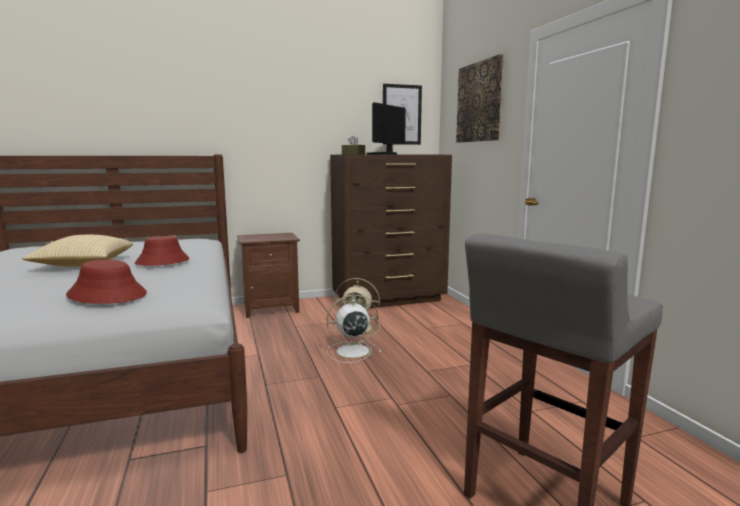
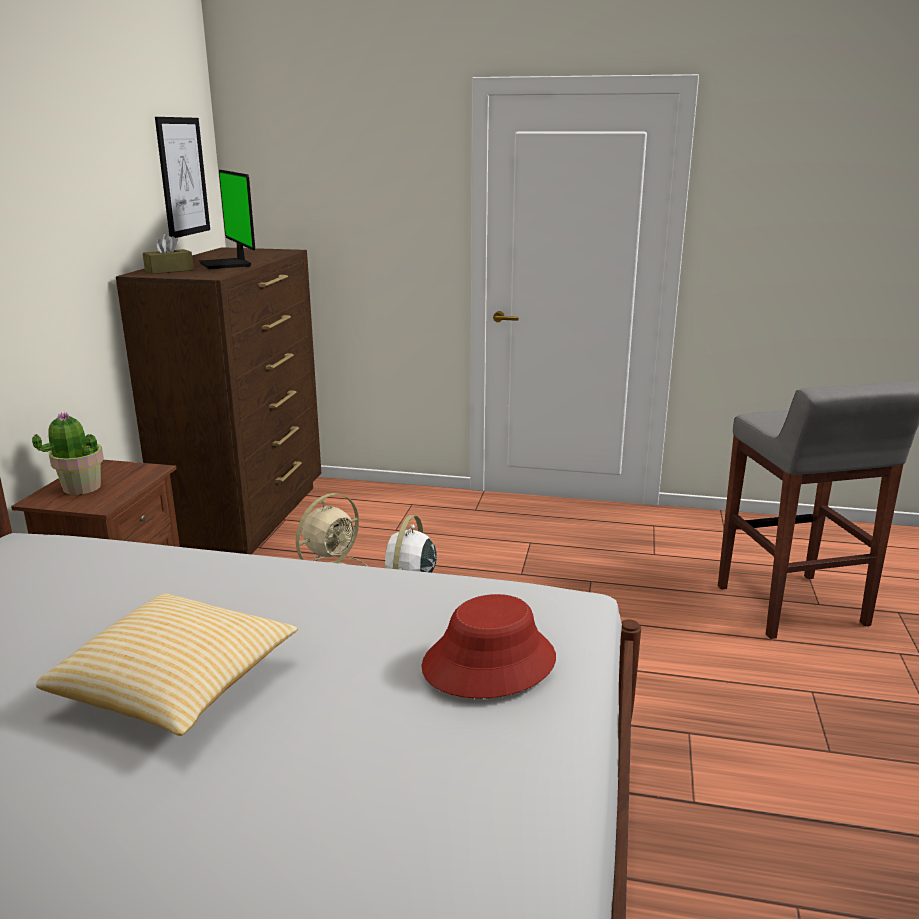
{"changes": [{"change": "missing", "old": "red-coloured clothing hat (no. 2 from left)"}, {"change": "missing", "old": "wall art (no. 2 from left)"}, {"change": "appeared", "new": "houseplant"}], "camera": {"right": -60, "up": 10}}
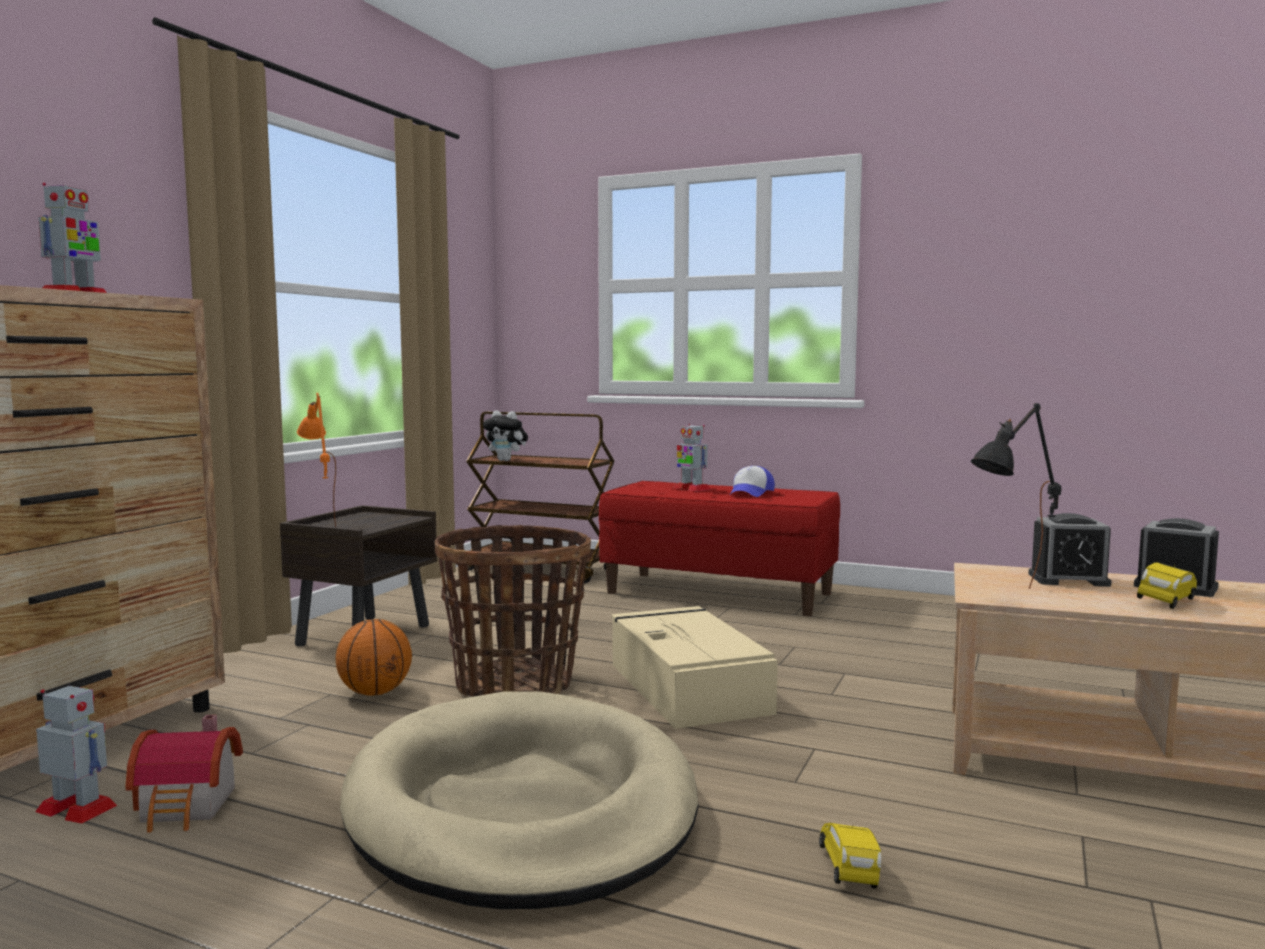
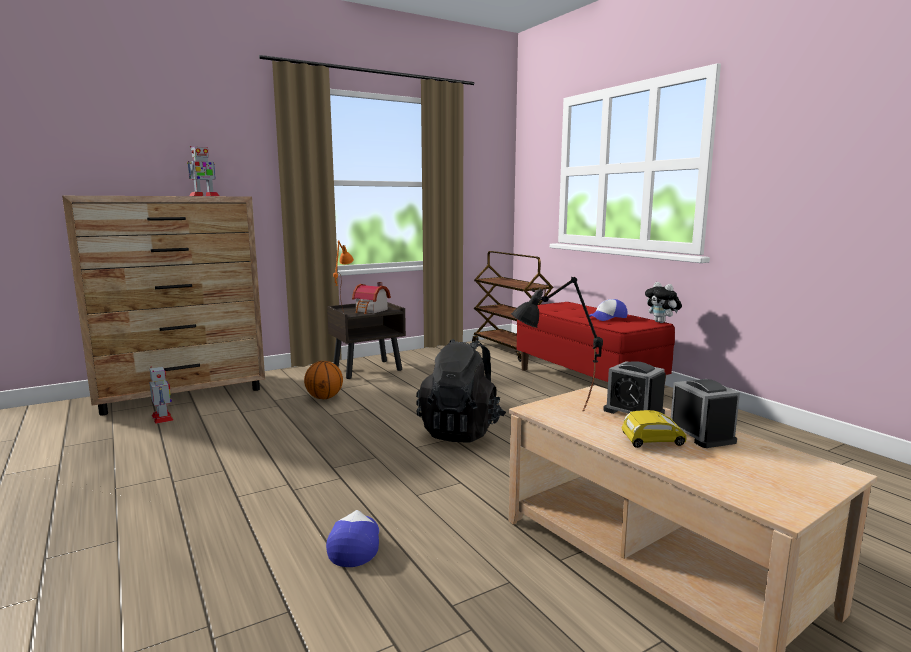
{"changes": [{"change": "relocated", "old": "model house"}, {"change": "missing", "old": "sand-coloured pet bed"}, {"change": "missing", "old": "basket"}, {"change": "relocated", "old": "cuddly toy"}, {"change": "exchanged", "old": "sand-coloured storage bin", "new": "blackish knapsack"}, {"change": "missing", "old": "model robot (no. 3 from left)"}, {"change": "exchanged", "old": "yellow-coloured model car (no. 1 from left)", "new": "cap (no. 1 from left)"}], "camera": {"right": 35, "up": 5}}
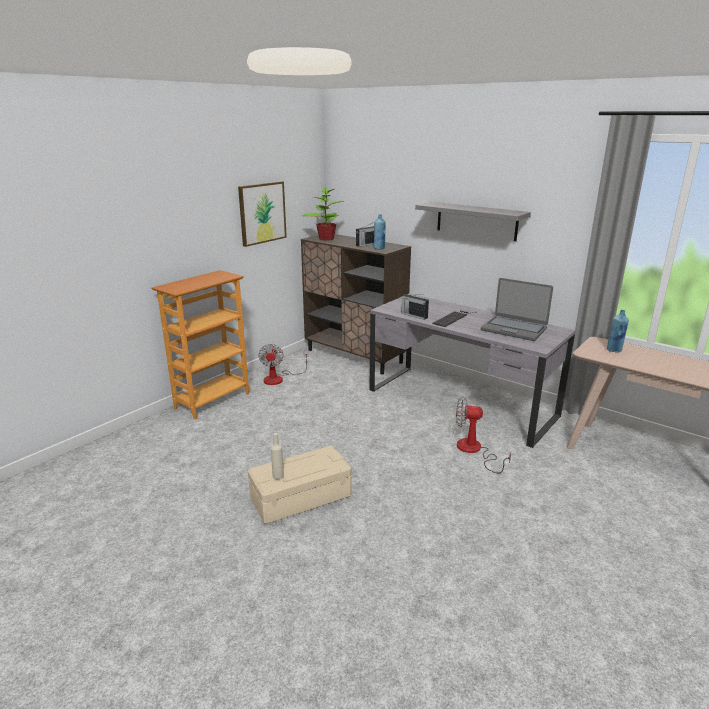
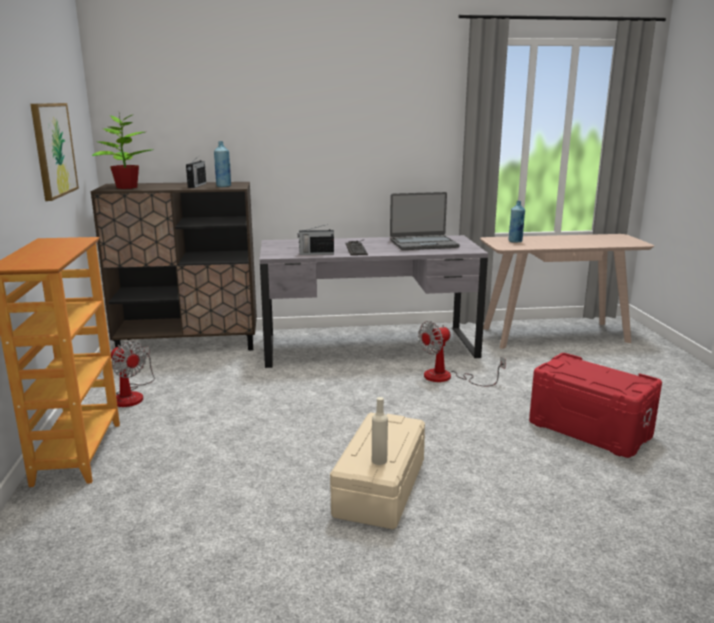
{"changes": [{"change": "missing", "old": "gray shelf"}, {"change": "appeared", "new": "red-coloured storage bin"}], "camera": {"right": -45, "up": -5}}
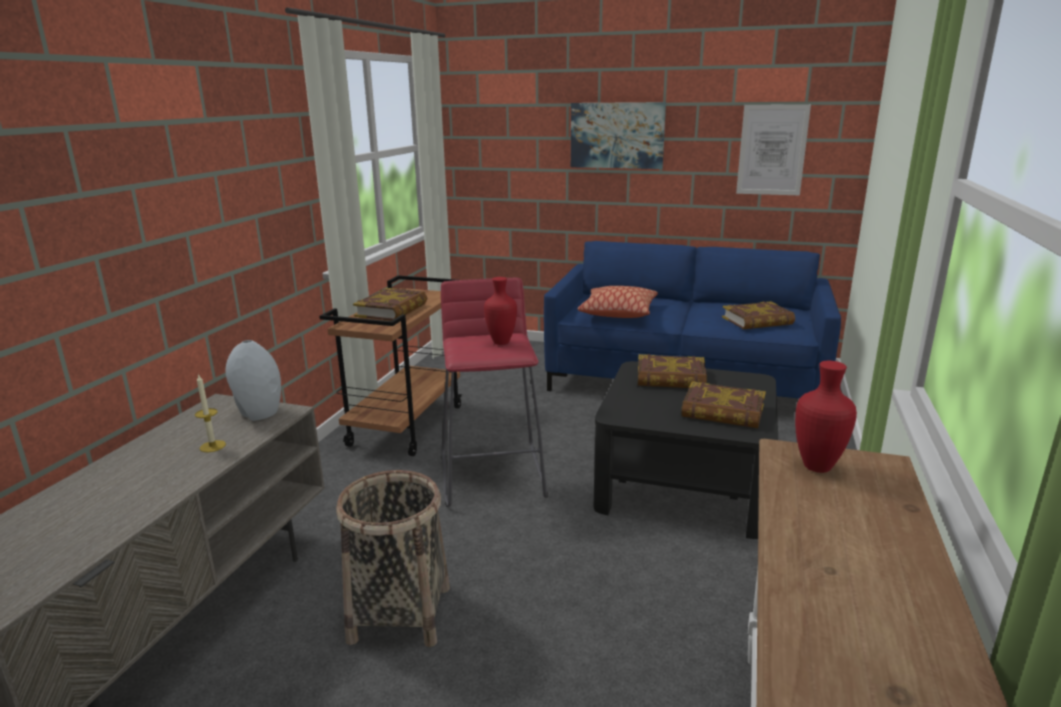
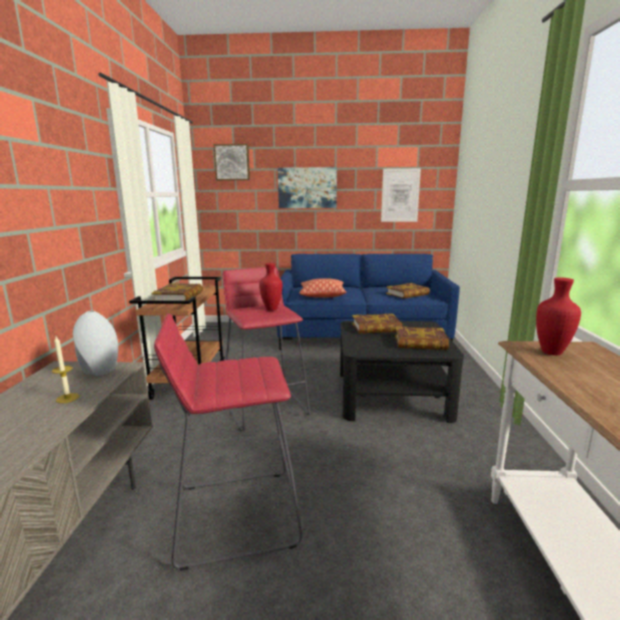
{"changes": [{"change": "exchanged", "old": "basket", "new": "red-coloured sitting stool (no. 1 from left)"}, {"change": "appeared", "new": "wall art (no. 1 from left)"}], "camera": {"right": -15, "up": -5}}
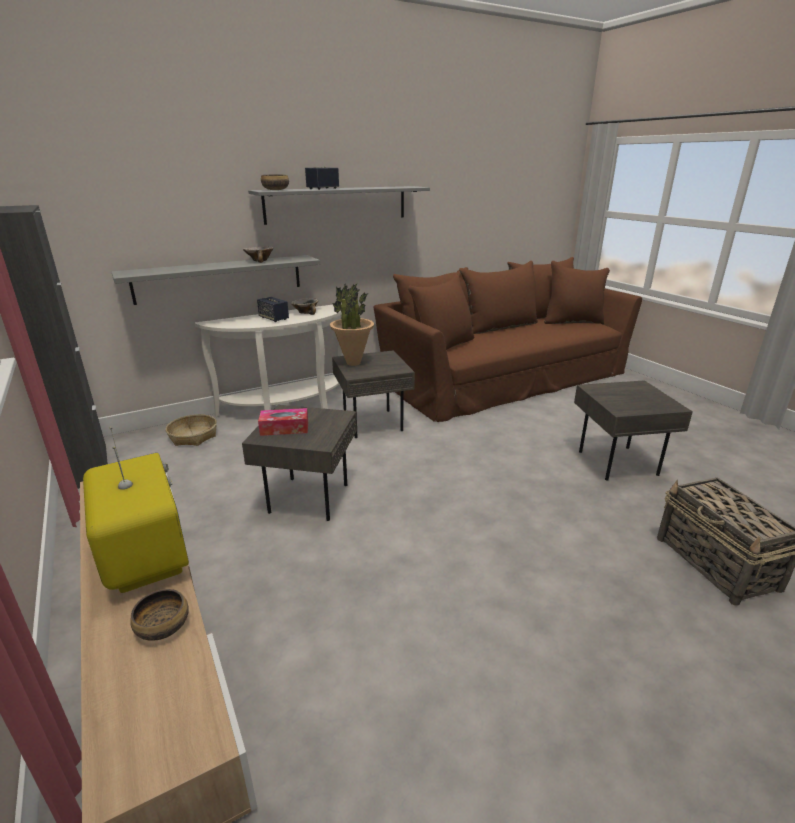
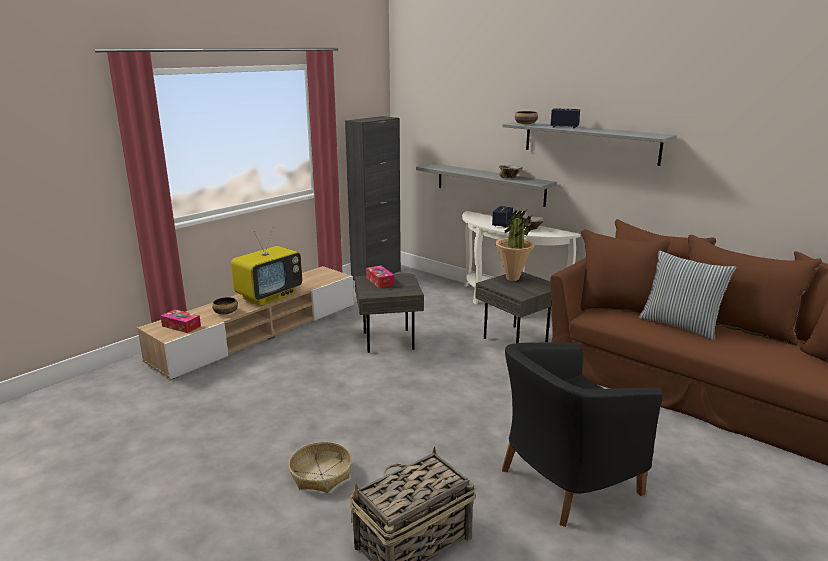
{"changes": [{"change": "relocated", "old": "basket (no. 1 from left)"}, {"change": "exchanged", "old": "gray side table (no. 3 from left)", "new": "blackish lounge chair"}, {"change": "appeared", "new": "tissue box (no. 1 from left)"}, {"change": "appeared", "new": "throw pillow"}], "camera": {"right": 70, "up": -5}}
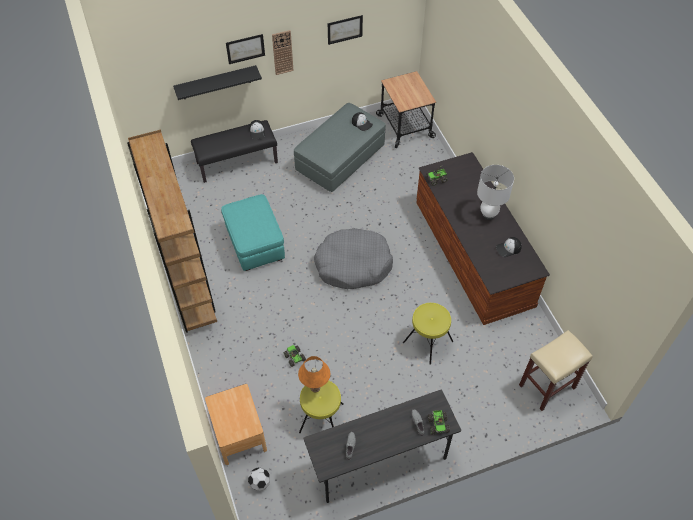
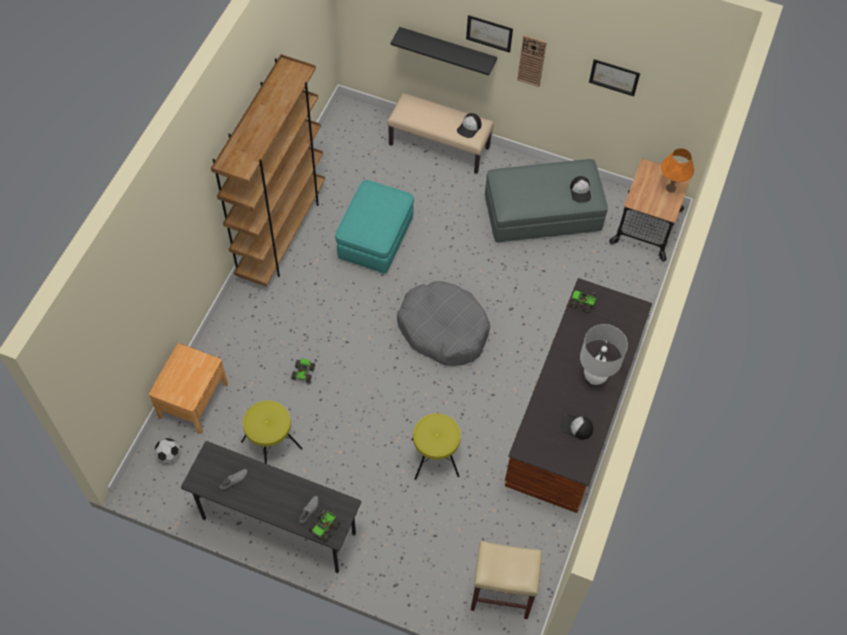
{"changes": [{"change": "colour", "old": "blackish bench", "new": "sand-coloured bench"}, {"change": "relocated", "old": "orange-coloured tabletop lamp"}], "camera": {"right": 40, "up": 5}}
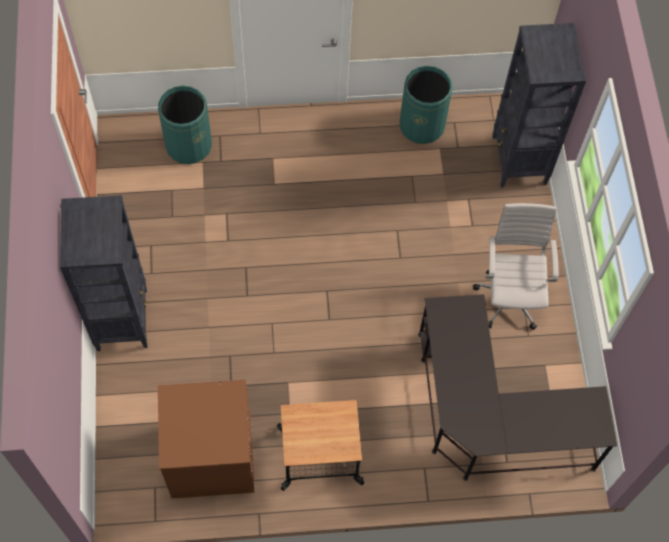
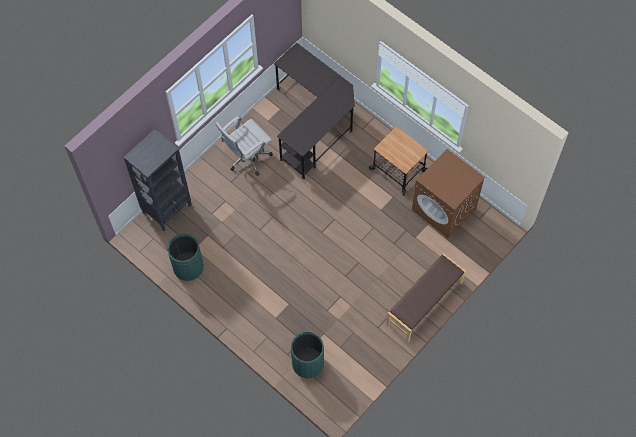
{"changes": [{"change": "exchanged", "old": "blackish shelving unit (no. 1 from left)", "new": "brownish bench"}], "camera": {"right": -130, "up": 0}}
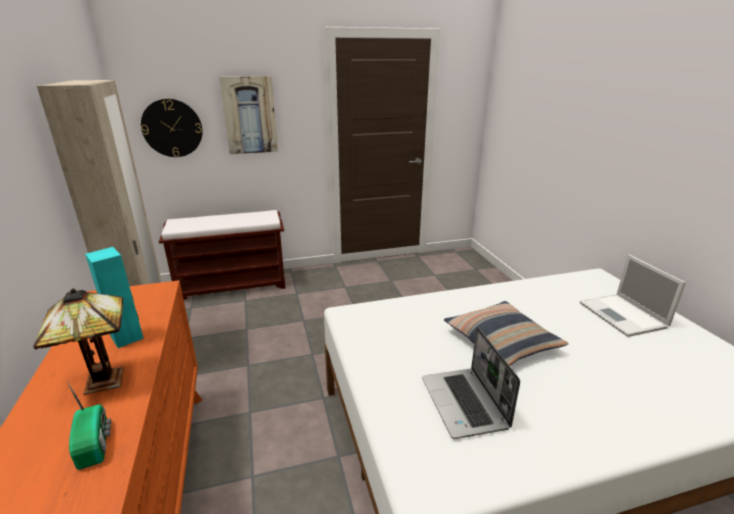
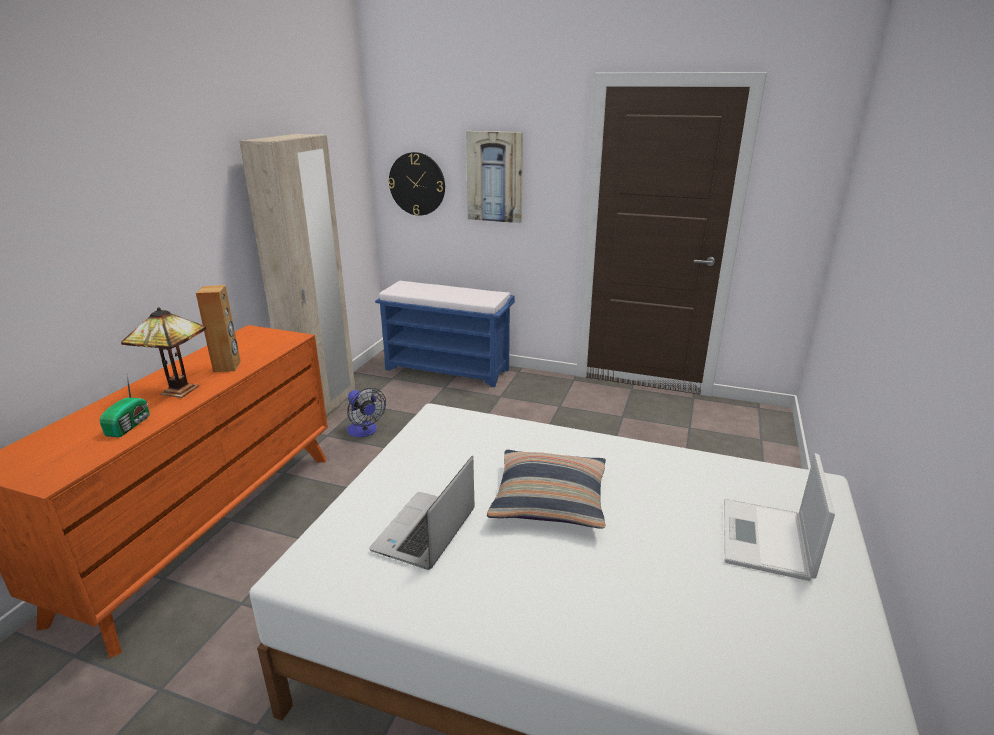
{"changes": [{"change": "colour", "old": "turquoise-coloured loudspeaker", "new": "brownish loudspeaker"}, {"change": "colour", "old": "brownish bench", "new": "blue-coloured bench"}, {"change": "appeared", "new": "cooling fan"}], "camera": {"right": 35, "up": 0}}
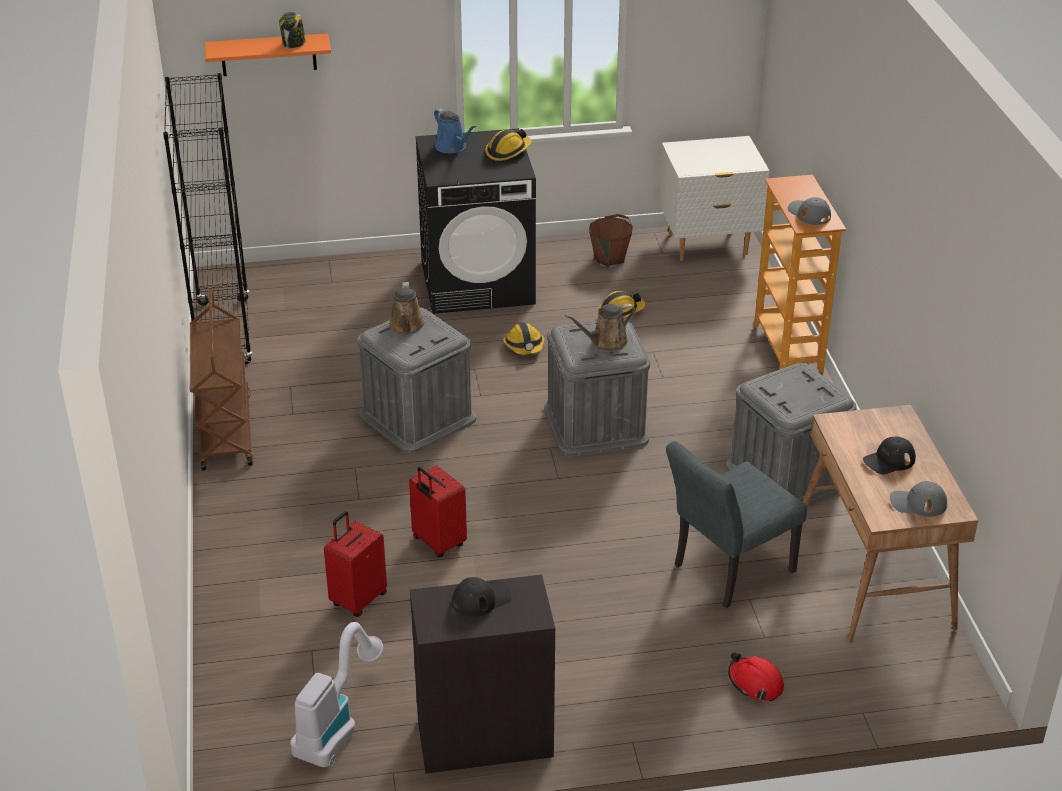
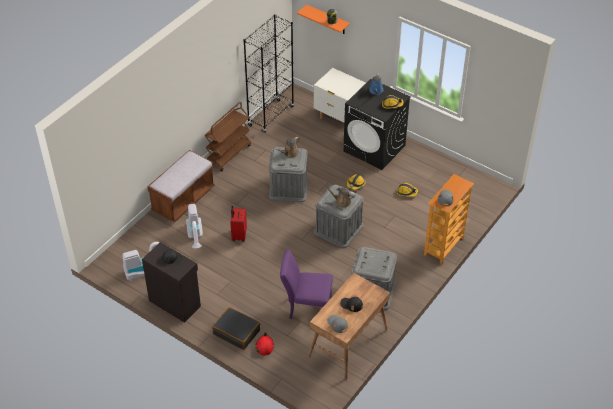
{"changes": [{"change": "exchanged", "old": "red-coloured suitcase (no. 1 from left)", "new": "vacuum (no. 2 from left)"}, {"change": "missing", "old": "brownish bucket"}, {"change": "relocated", "old": "white night table"}, {"change": "colour", "old": "gray plain chair", "new": "purple-coloured plain chair"}, {"change": "appeared", "new": "brownish bench"}, {"change": "appeared", "new": "blackish suitcase"}], "camera": {"right": 45, "up": 10}}
